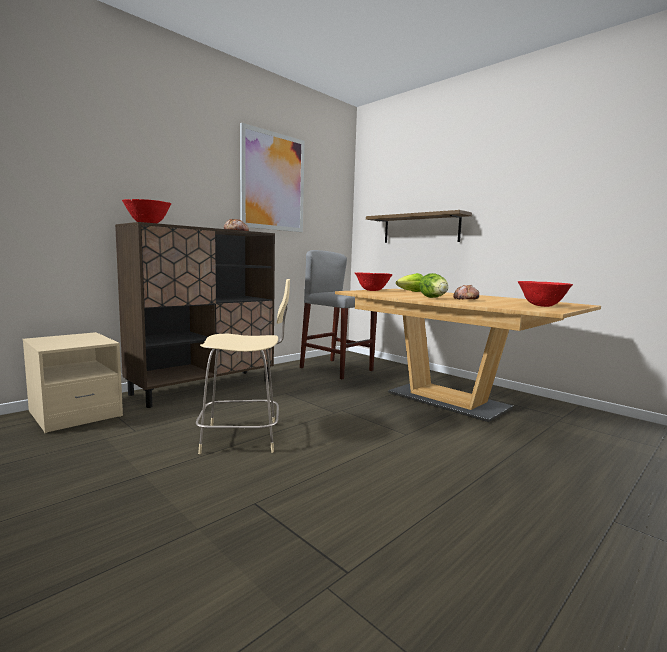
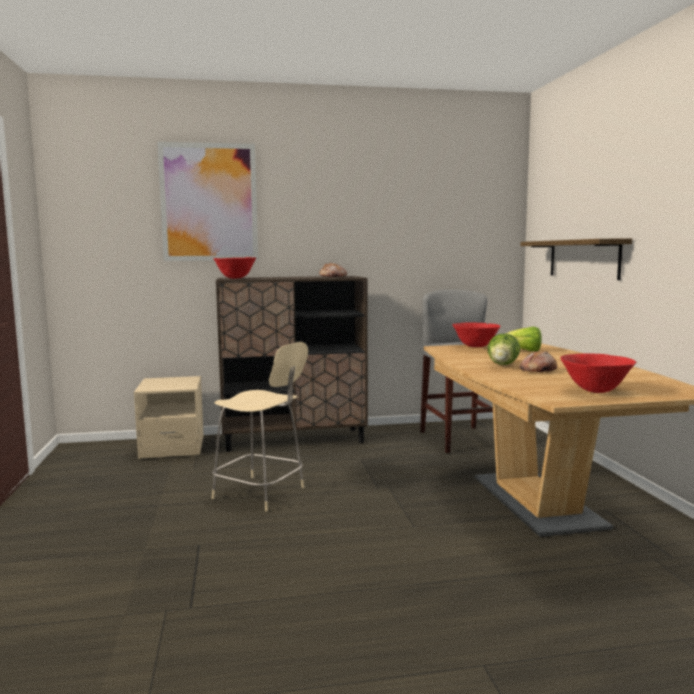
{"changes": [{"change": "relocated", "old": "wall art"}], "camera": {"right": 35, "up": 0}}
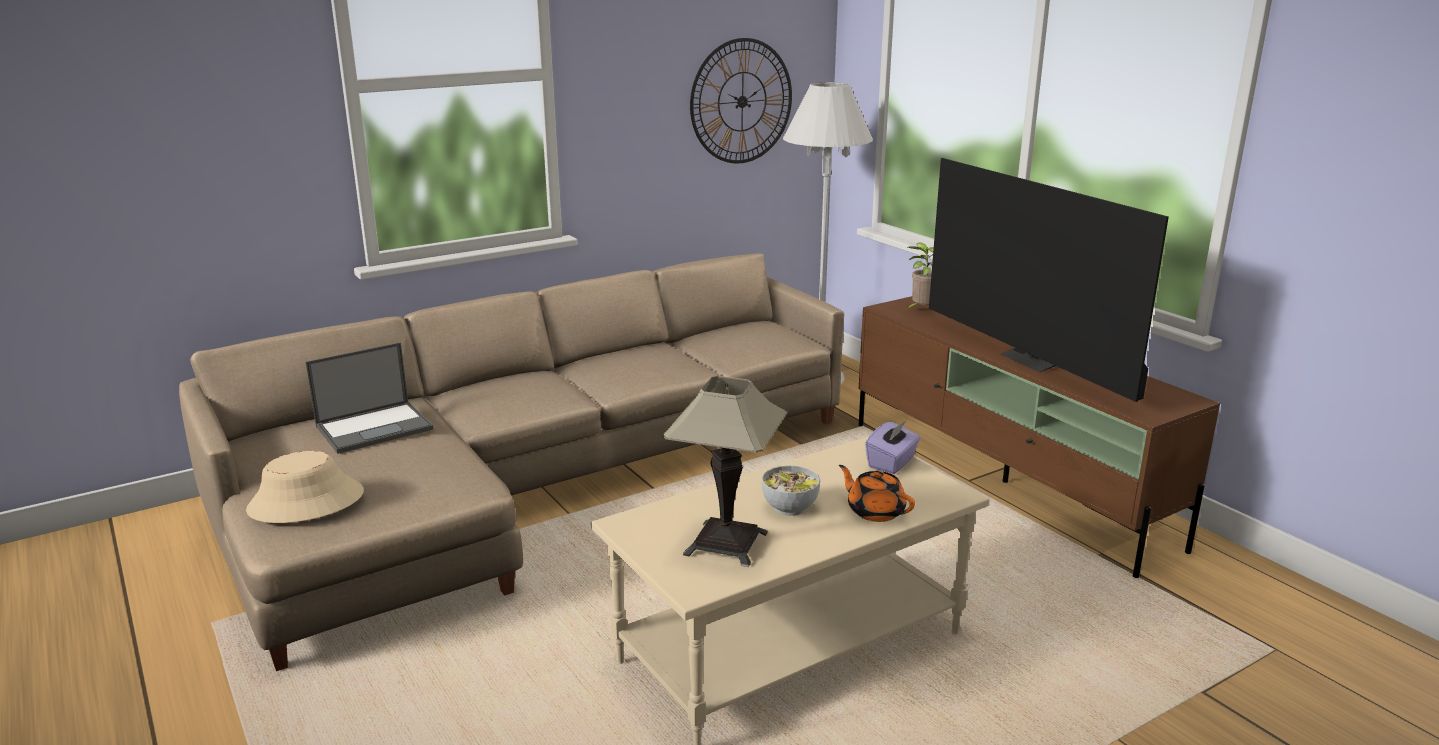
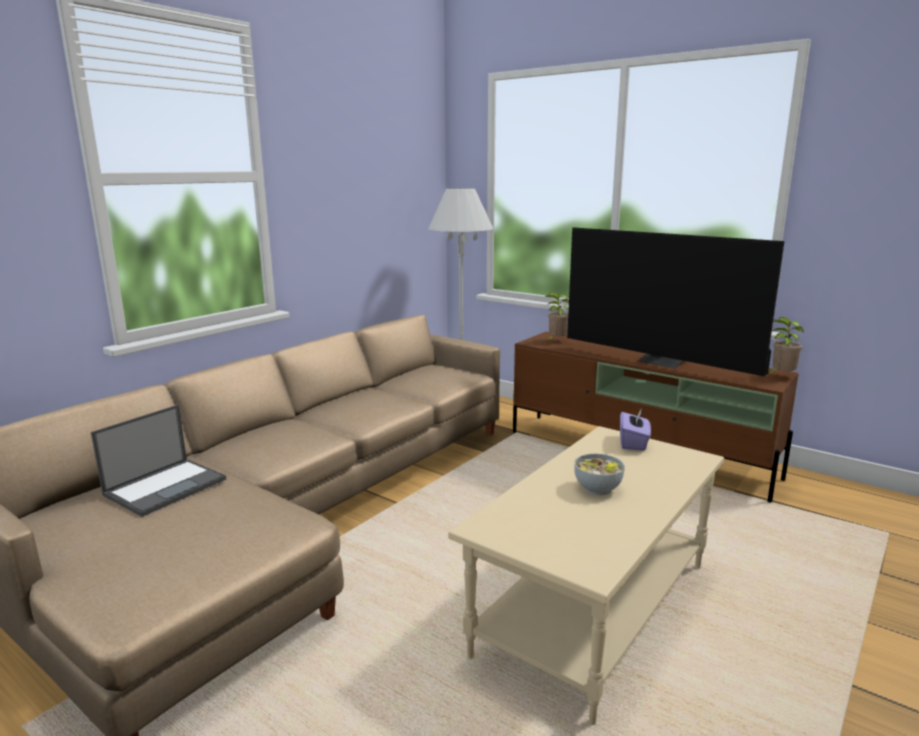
{"changes": [{"change": "missing", "old": "sand-coloured clothing hat"}, {"change": "missing", "old": "tabletop lamp"}, {"change": "missing", "old": "clock on the wall"}, {"change": "missing", "old": "orange-coloured teapot"}, {"change": "appeared", "new": "houseplant (no. 2 from left)"}], "camera": {"right": -20, "up": -5}}
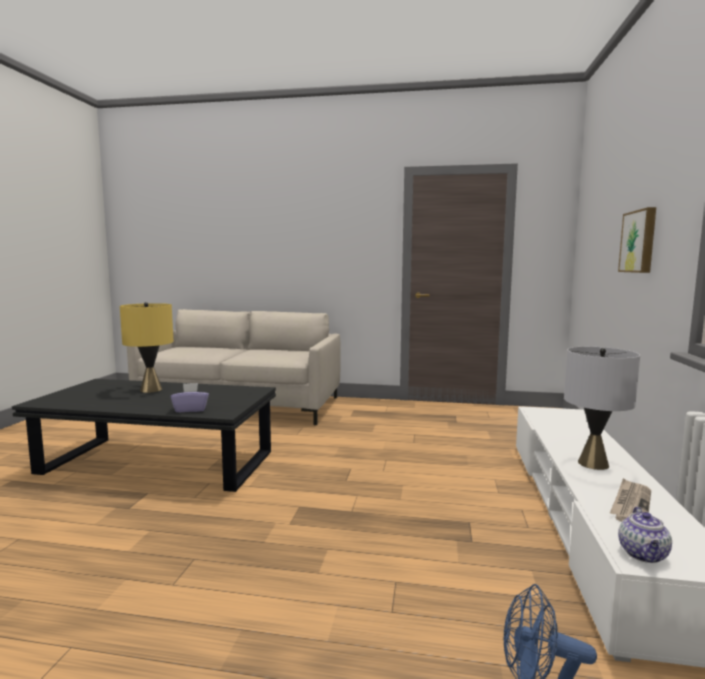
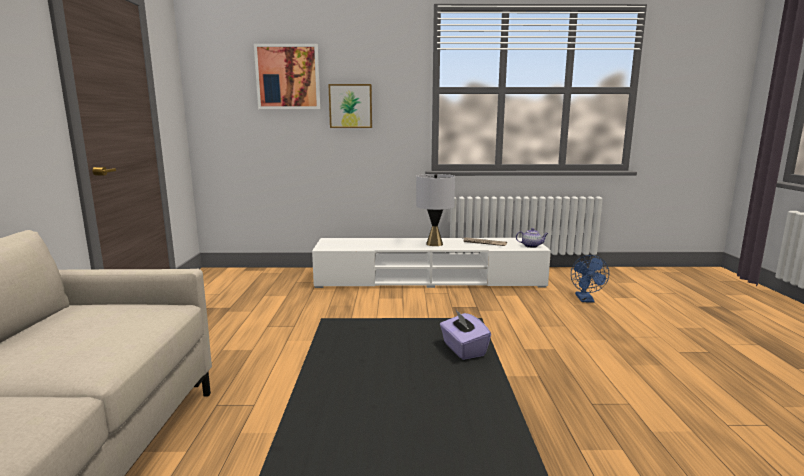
{"changes": [{"change": "missing", "old": "yellow-coloured tabletop lamp"}, {"change": "appeared", "new": "wall art (no. 1 from left)"}], "camera": {"right": -100, "up": 5}}
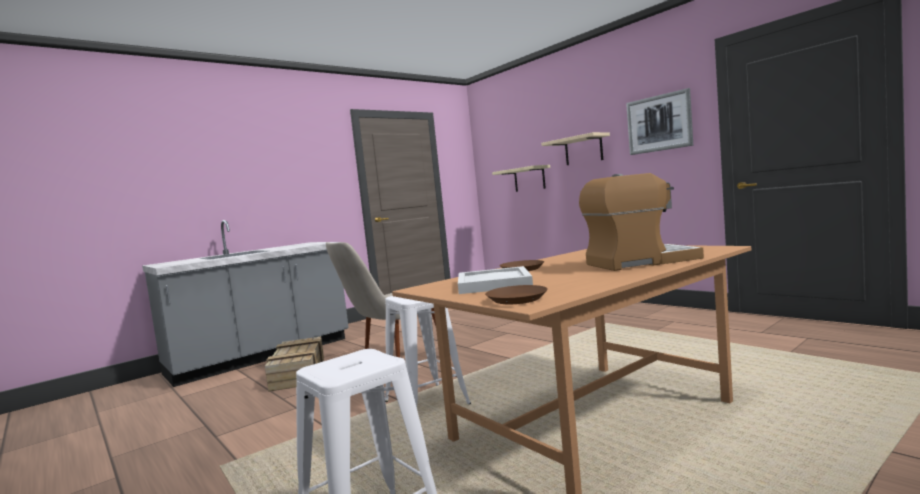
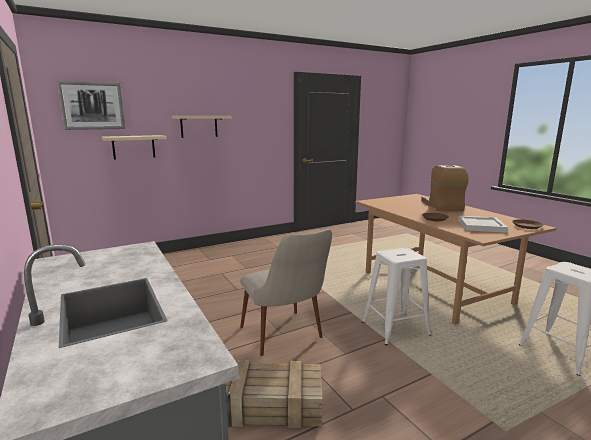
{"changes": [{"change": "relocated", "old": "wall art"}], "camera": {"right": -80, "up": 10}}
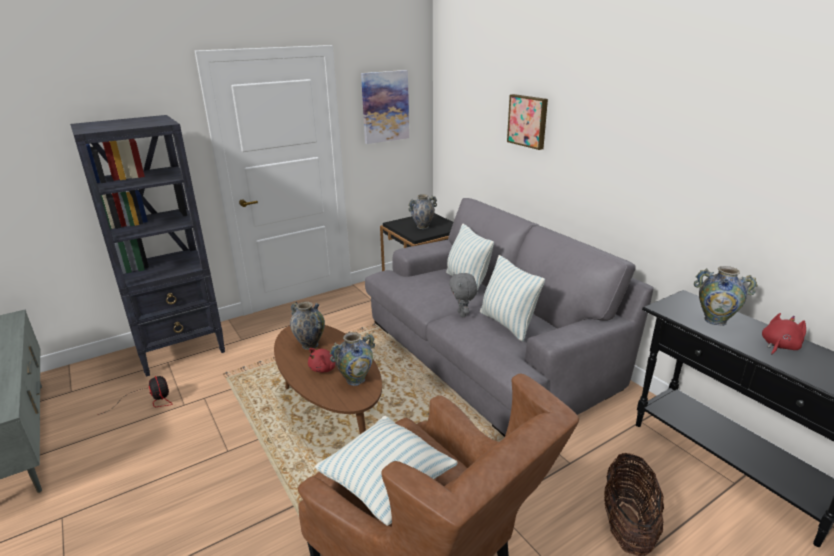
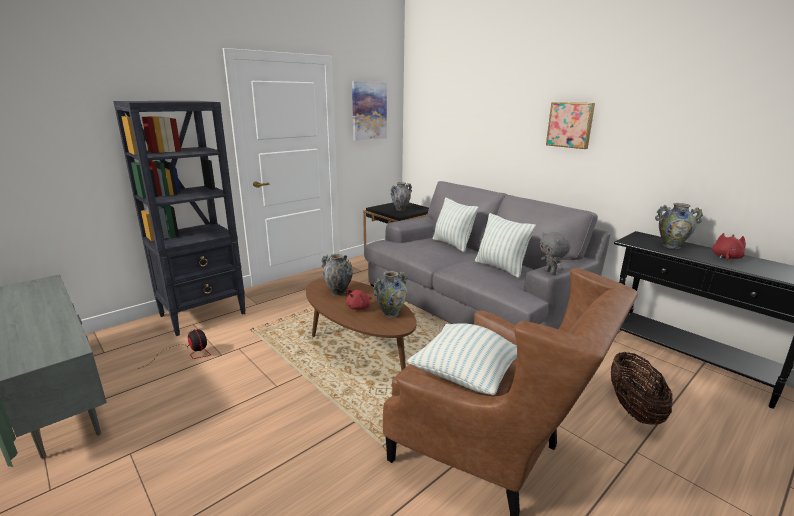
{"changes": [{"change": "relocated", "old": "gray cuddly toy"}, {"change": "relocated", "old": "wall art (no. 2 from left)"}], "camera": {"right": -10, "up": -5}}
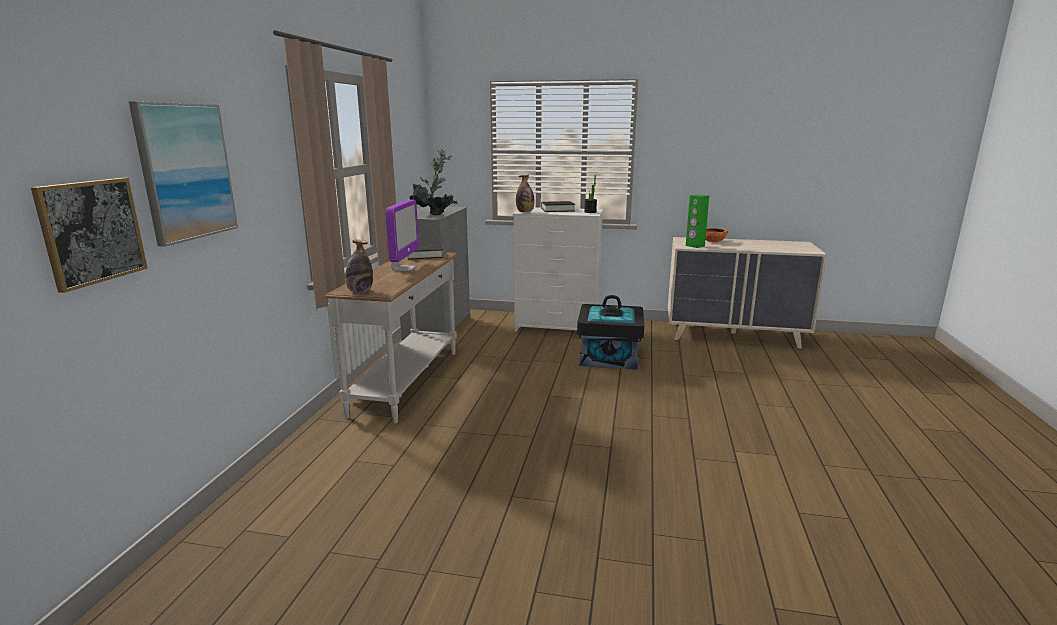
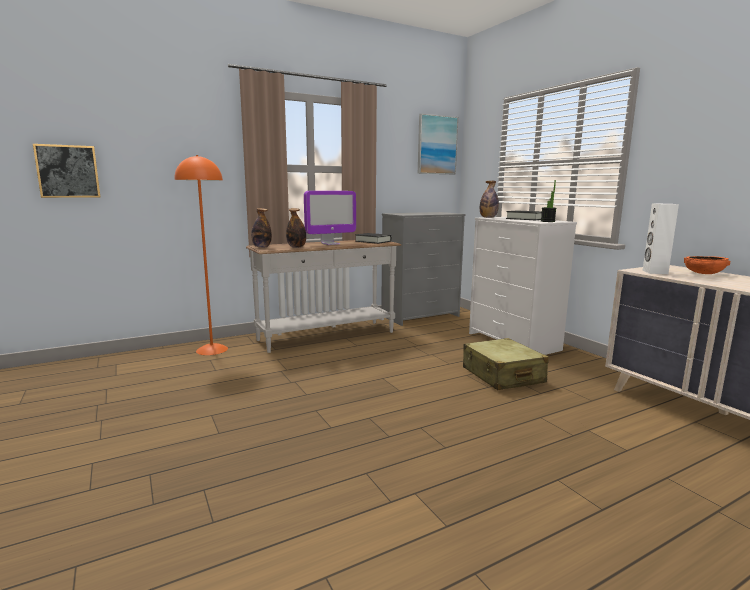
{"changes": [{"change": "relocated", "old": "wall art (no. 2 from left)"}, {"change": "missing", "old": "houseplant (no. 1 from left)"}, {"change": "exchanged", "old": "blackish storage bin", "new": "sand-coloured suitcase"}, {"change": "colour", "old": "greenish loudspeaker", "new": "white loudspeaker"}, {"change": "appeared", "new": "orange-coloured standing lamp"}, {"change": "appeared", "new": "bottle (no. 2 from left)"}], "camera": {"right": 50, "up": -5}}
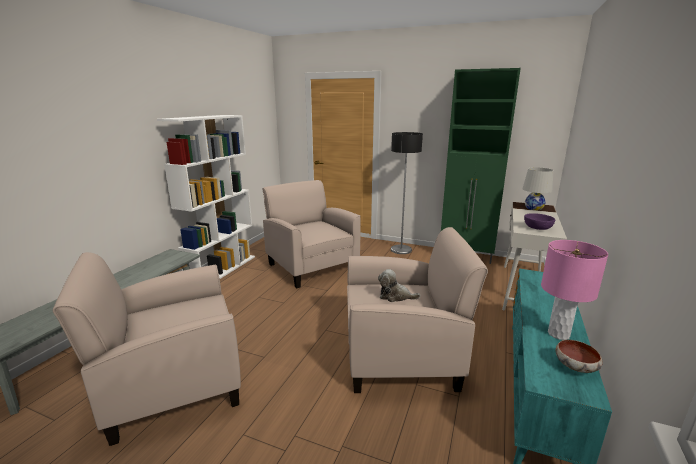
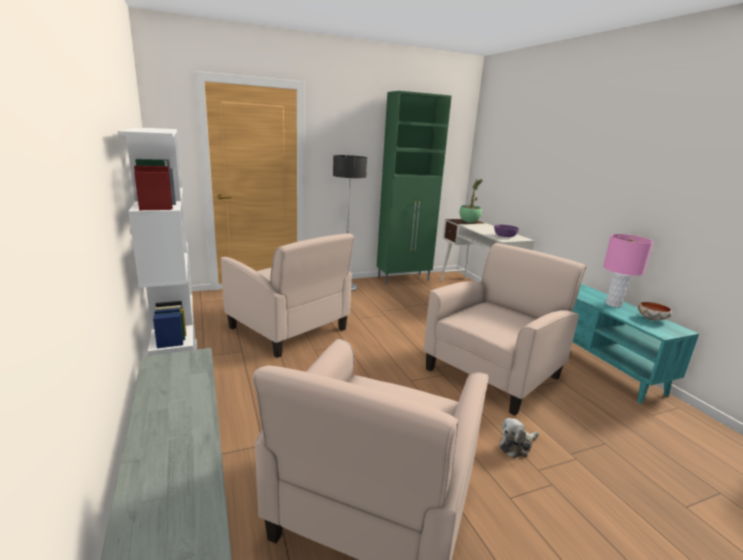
{"changes": [{"change": "spun", "old": "sand-coloured lounge chair (no. 2 from left in the first image)", "degrees": -150}, {"change": "relocated", "old": "cuddly toy"}, {"change": "exchanged", "old": "white tabletop lamp", "new": "houseplant"}], "camera": {"right": -45, "up": 0}}
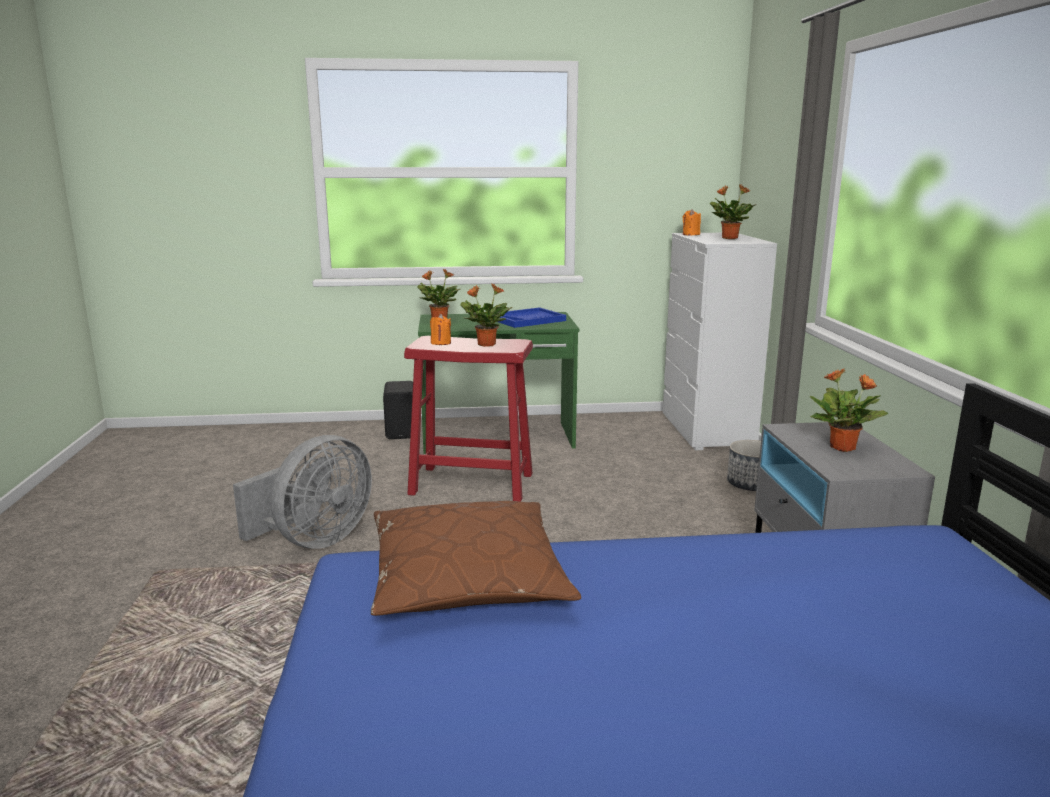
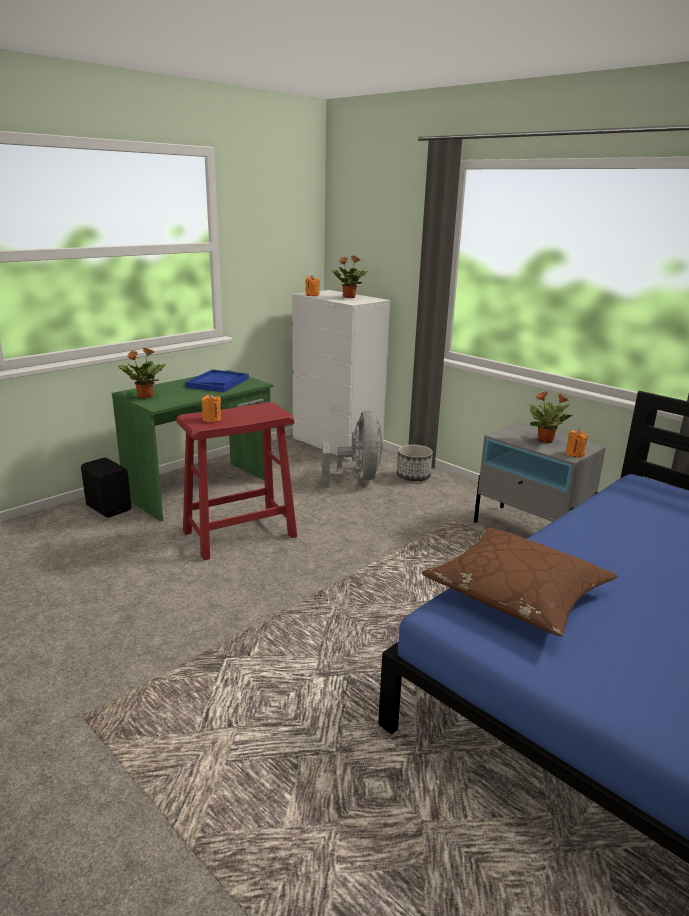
{"changes": [{"change": "relocated", "old": "gray cooling fan"}, {"change": "missing", "old": "houseplant (no. 2 from left)"}, {"change": "appeared", "new": "orange-coloured wax candle (no. 3 from left)"}], "camera": {"right": -40, "up": 5}}
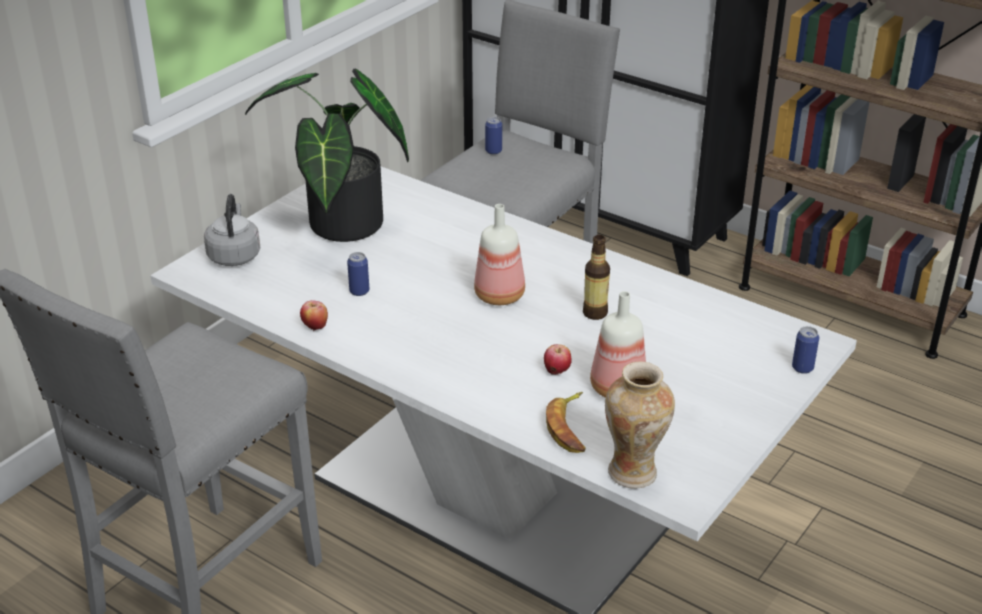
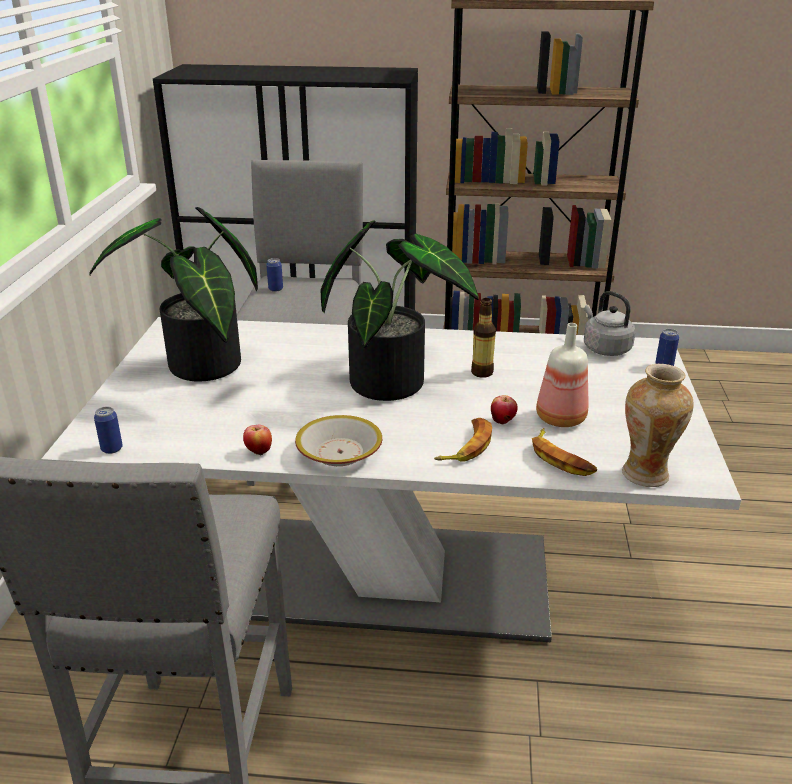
{"changes": [{"change": "relocated", "old": "gray kettle"}, {"change": "relocated", "old": "sealed can (no. 1 from left)"}, {"change": "exchanged", "old": "bottle (no. 1 from left)", "new": "houseplant (no. 2 from left)"}, {"change": "appeared", "new": "serving bowl"}, {"change": "appeared", "new": "banana fruit (no. 1 from left)"}], "camera": {"right": -30, "up": -5}}
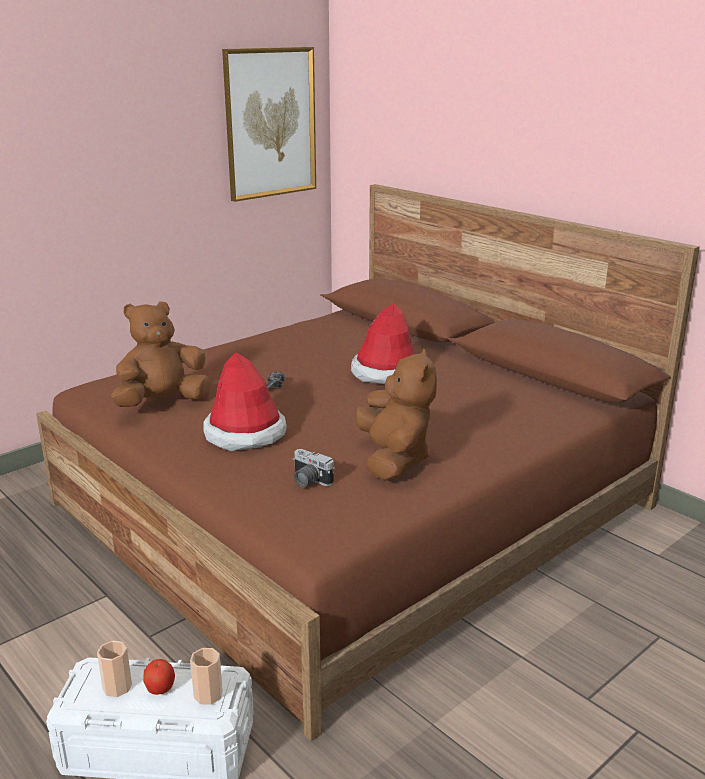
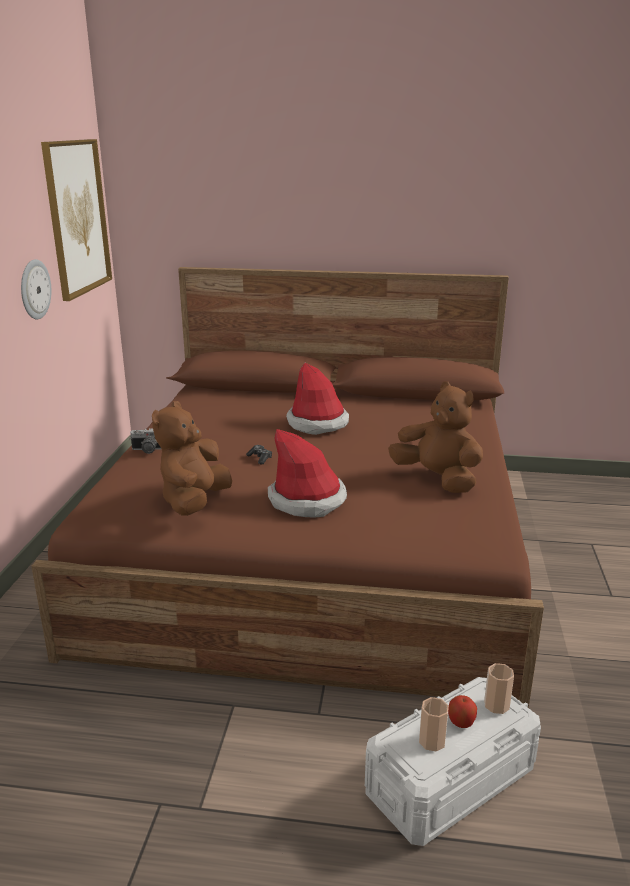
{"changes": [{"change": "relocated", "old": "photo camera"}, {"change": "appeared", "new": "clock on the wall"}], "camera": {"right": -40, "up": 0}}
